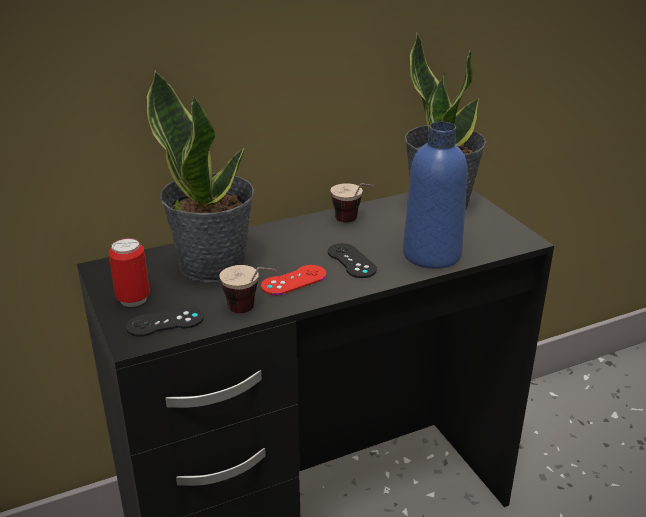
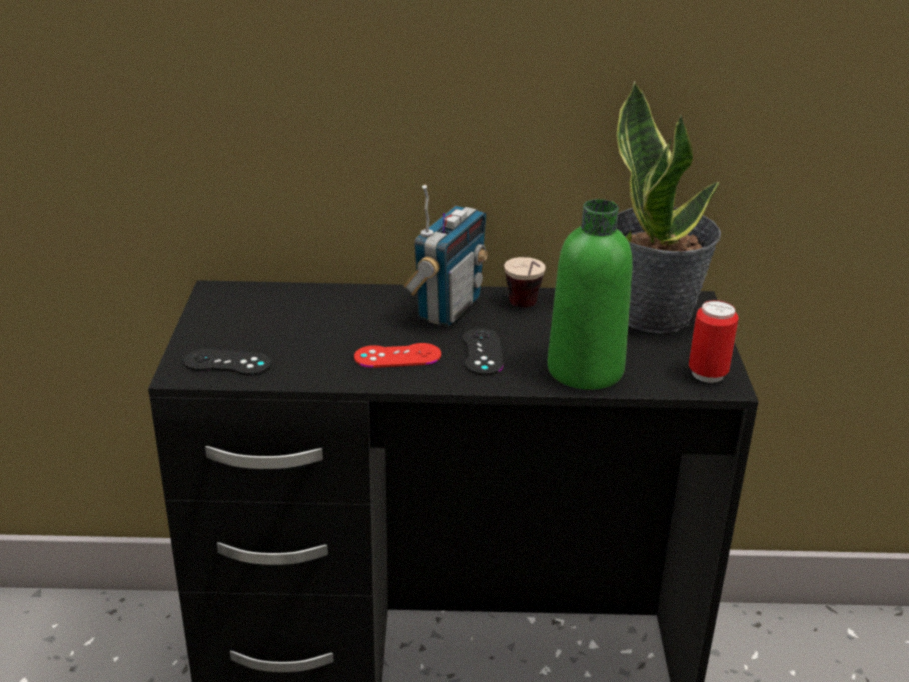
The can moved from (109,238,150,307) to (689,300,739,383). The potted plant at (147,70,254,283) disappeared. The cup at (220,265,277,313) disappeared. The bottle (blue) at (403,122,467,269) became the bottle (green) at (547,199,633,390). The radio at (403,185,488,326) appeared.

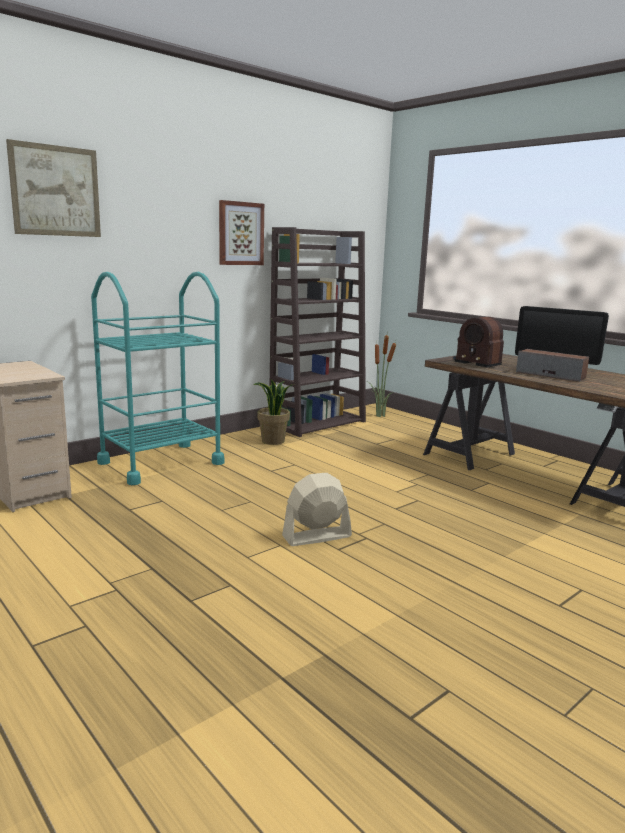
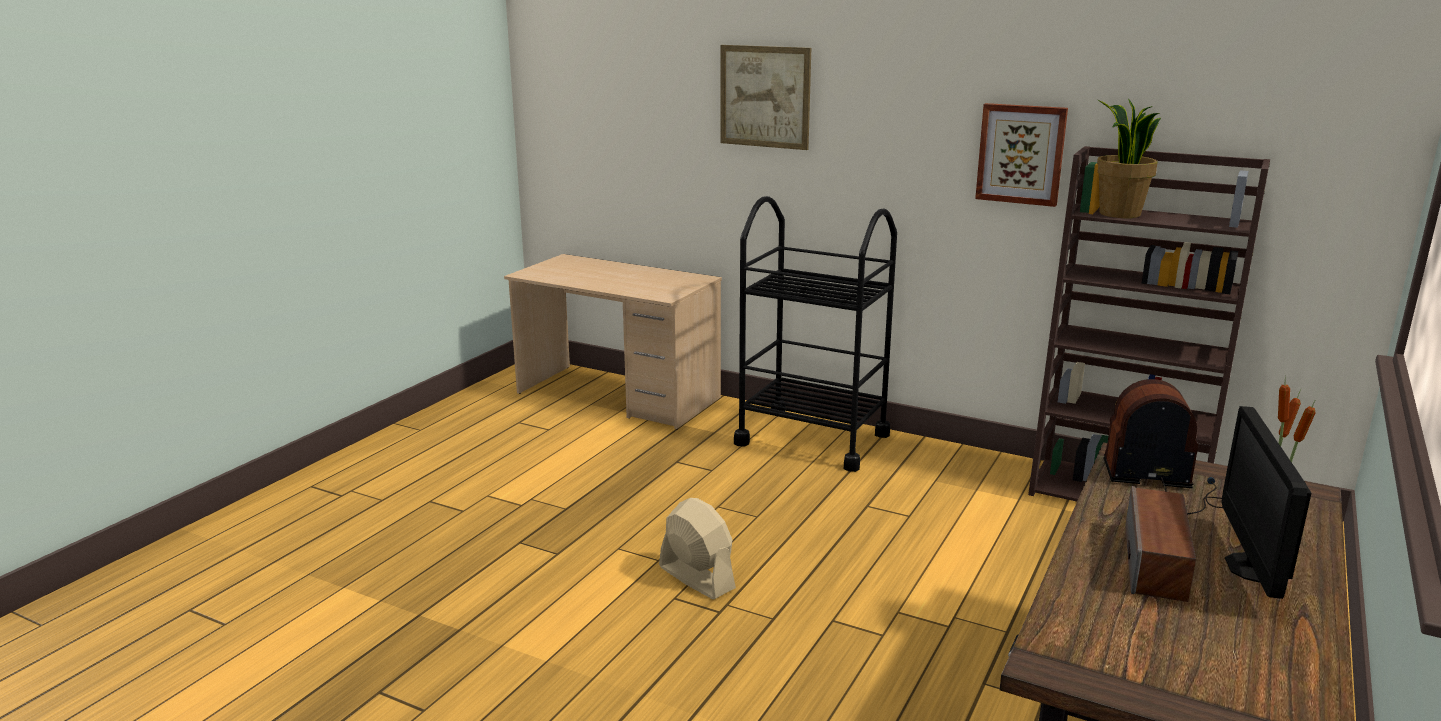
The cart (turquoise) at (91,272,224,485) became the cart (black) at (734,196,897,472). The potted plant moved from (253,380,292,445) to (1097,98,1161,218). The radio at (453,317,504,368) turned 75 degrees clockwise.

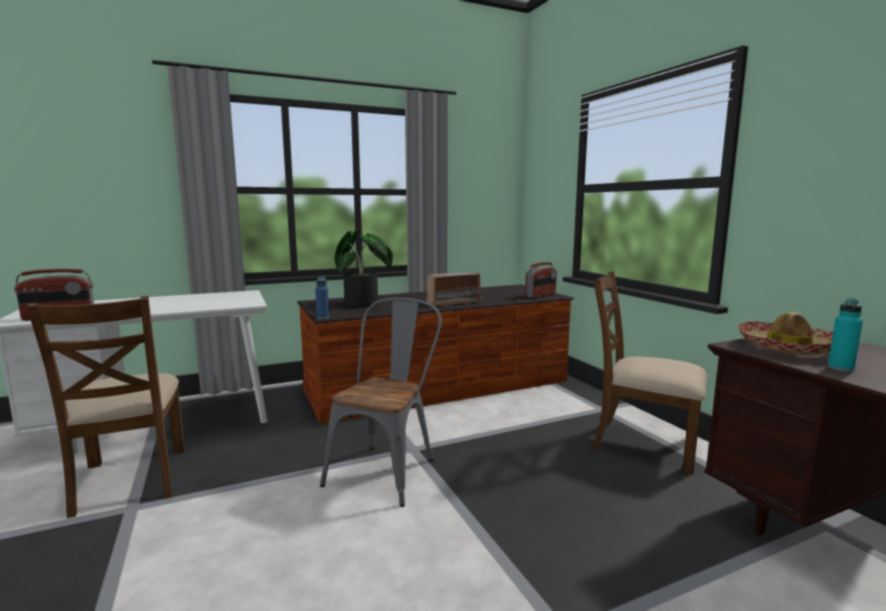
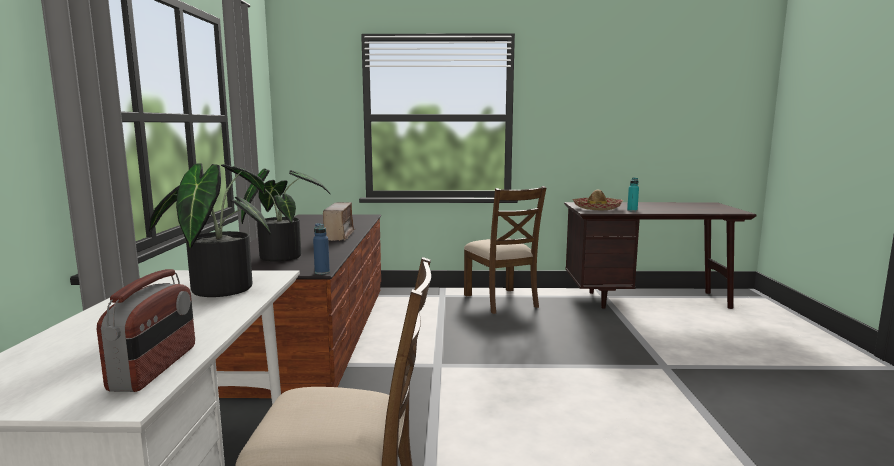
The chair (grey) at (320,298,442,507) disappeared. The radio at (525,262,557,298) disappeared. The chair (brown) at (591,271,707,474) turned 75 degrees counterclockwise. The potted plant at (149,163,271,297) appeared.

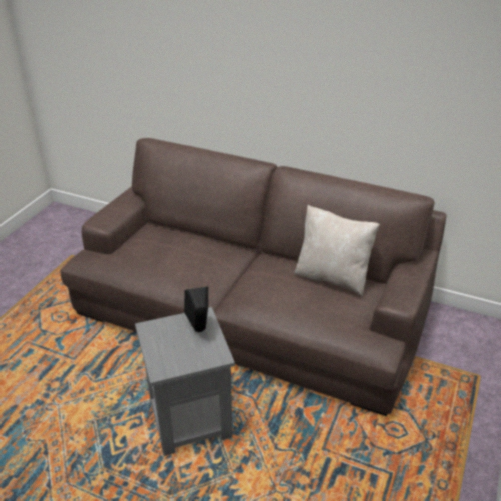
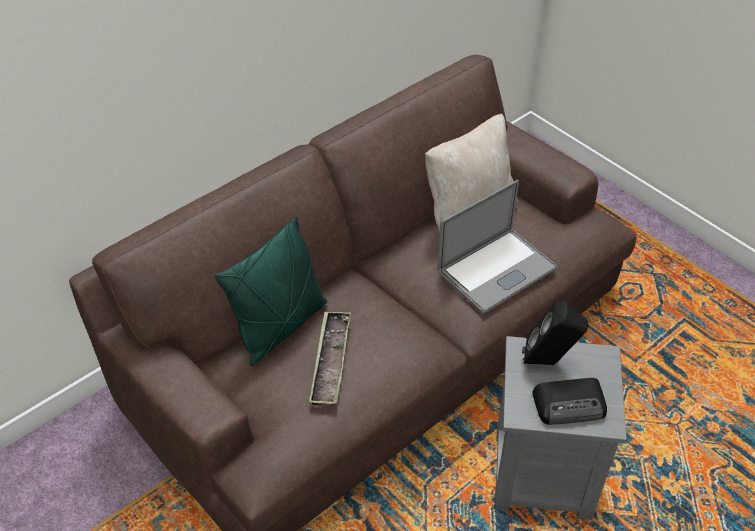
The pillow (green) at (215,216,327,366) appeared. The tray at (309,312,351,406) appeared. The laptop at (437,180,557,314) appeared. The radio at (532,378,607,425) appeared.

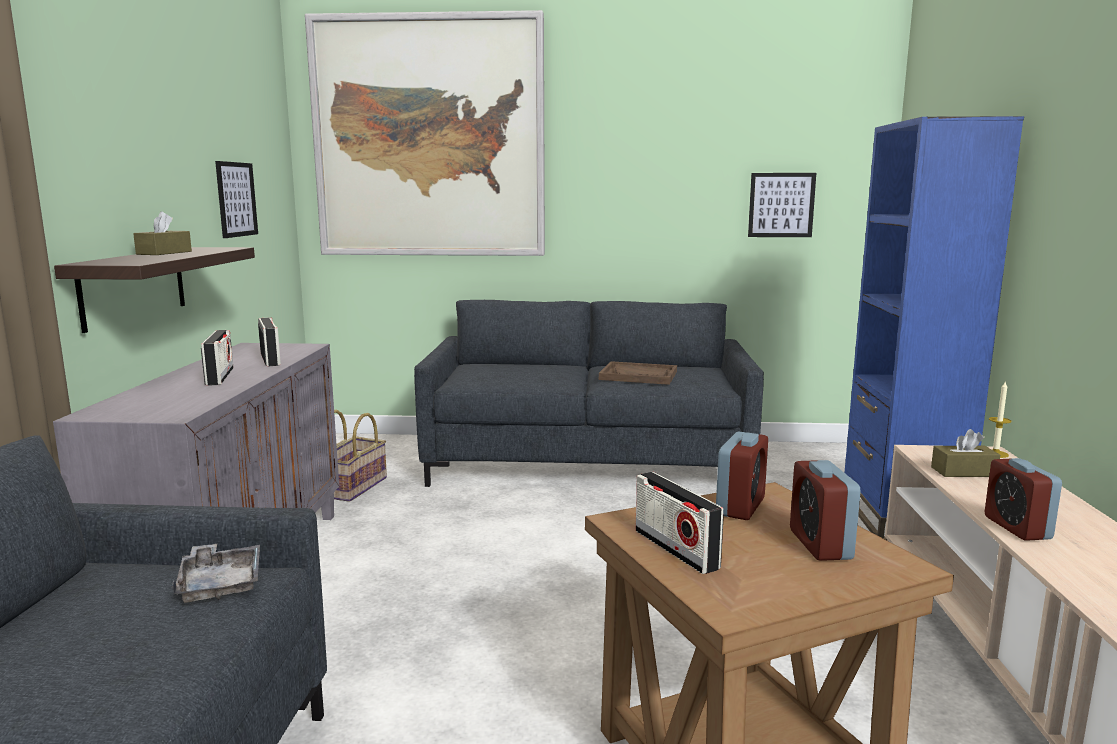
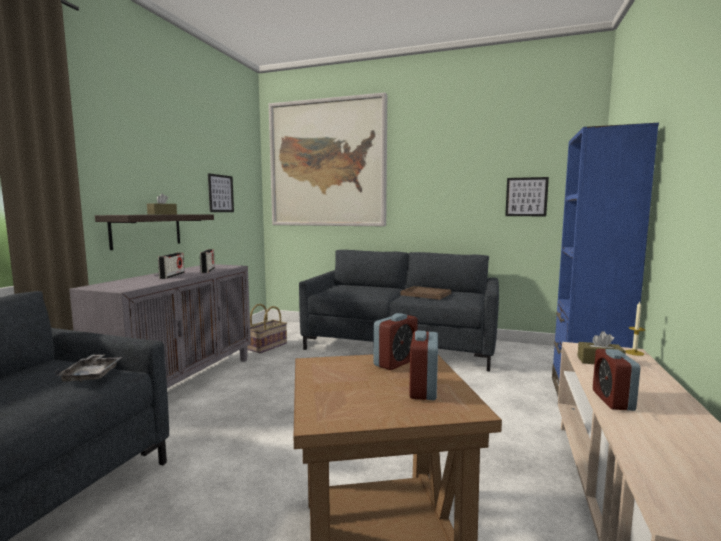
The radio at (635,472,724,574) disappeared.

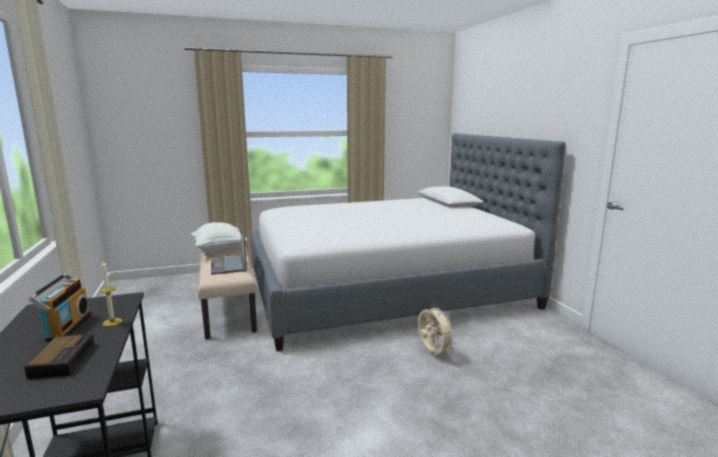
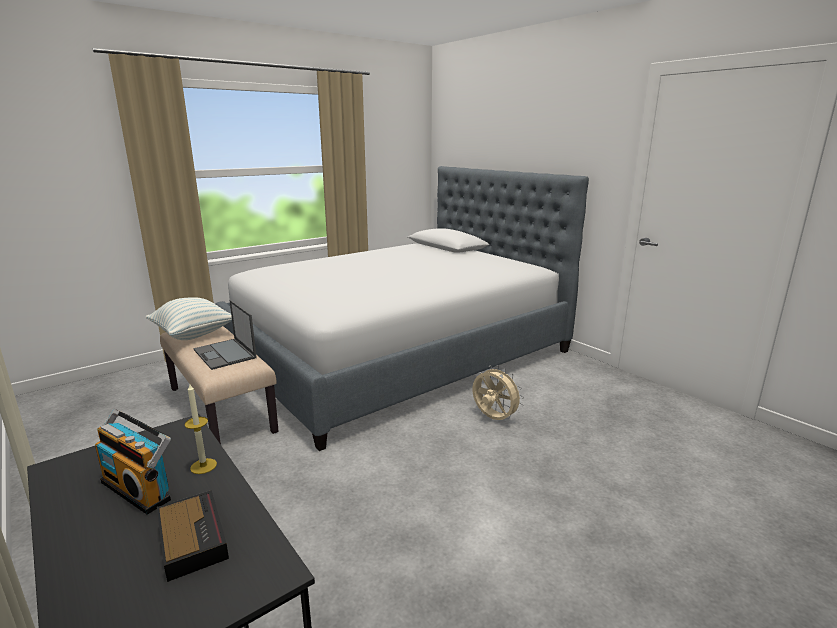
The radio at (28,273,91,342) turned 150 degrees clockwise.

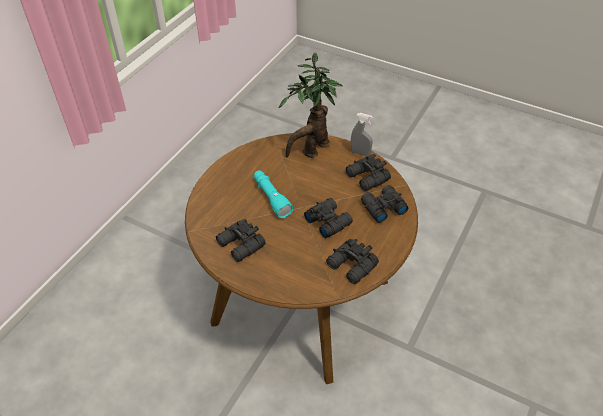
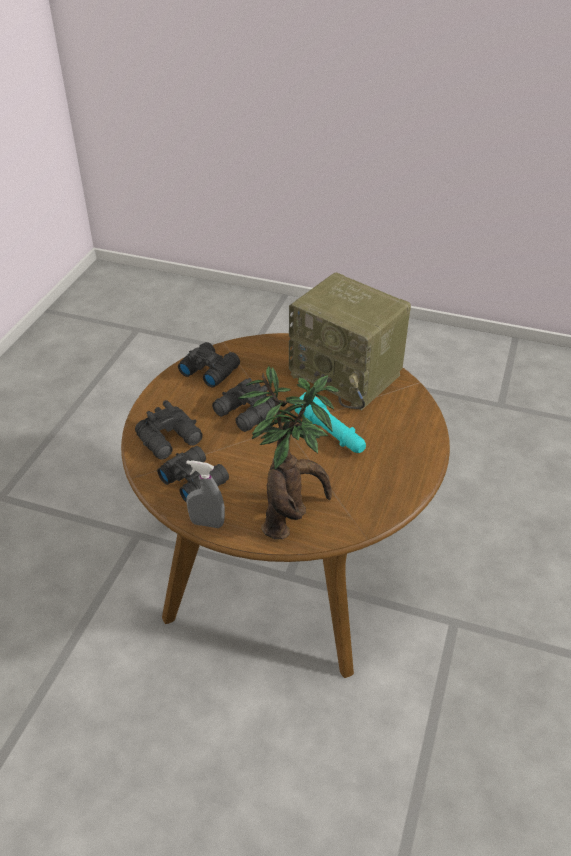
The binoculars (black) at (216,219,266,262) was replaced by the radio at (289,273,411,410).

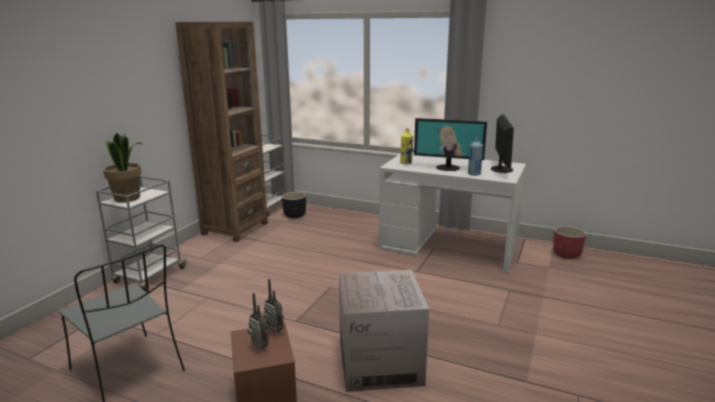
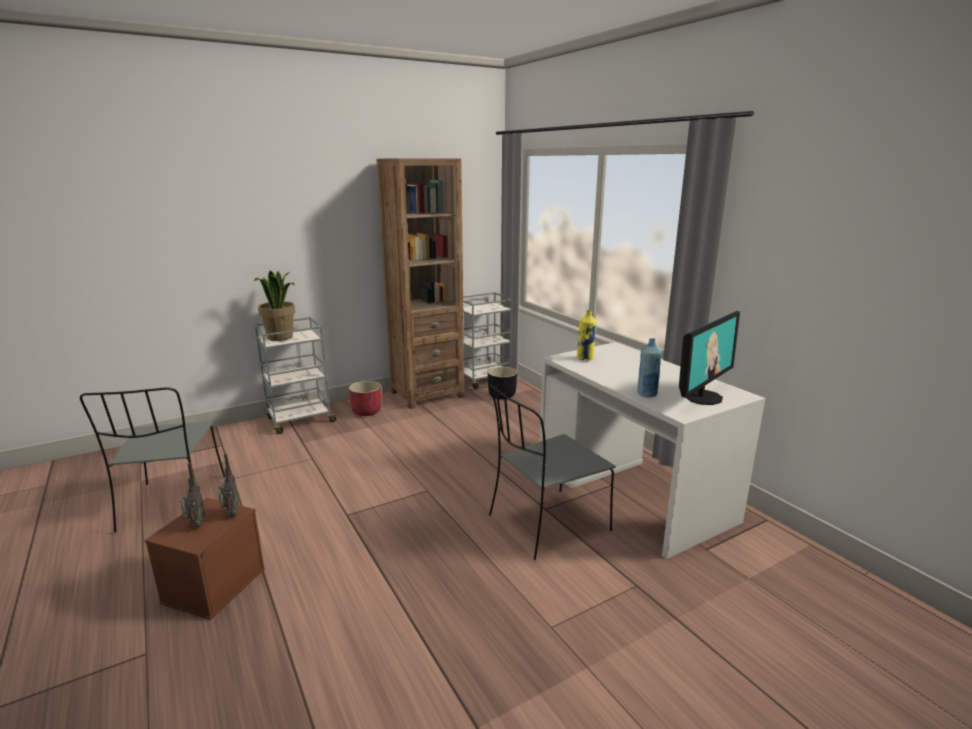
The cardboard box at (339,270,429,392) disappeared. The monitor at (414,118,487,171) disappeared. The planter (red) moved from (553,226,586,259) to (349,381,381,416). The chair (grey) at (489,384,615,560) appeared.

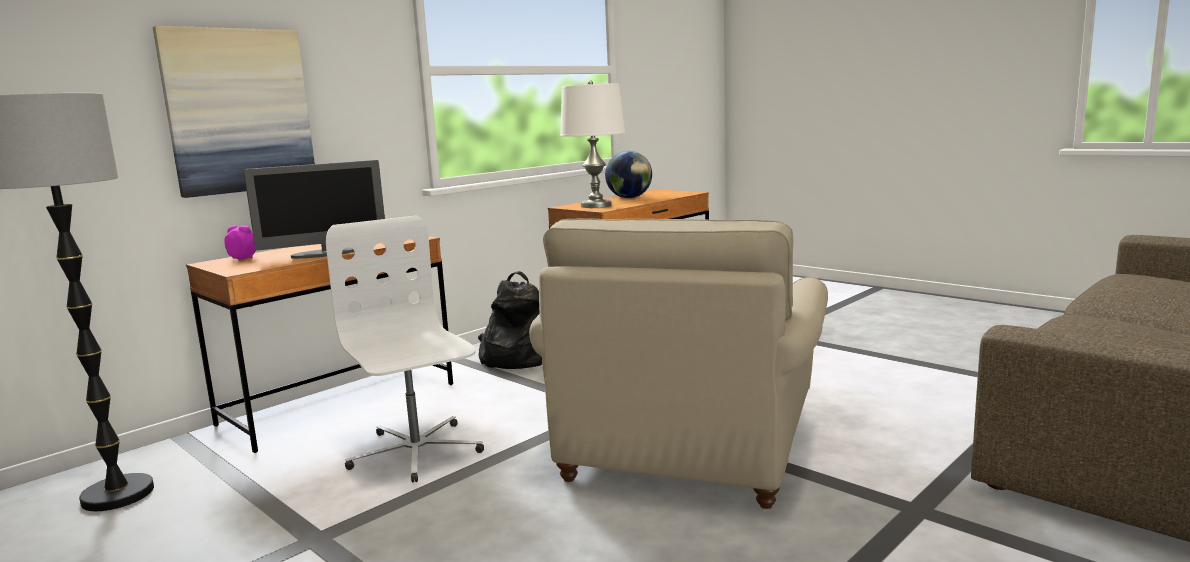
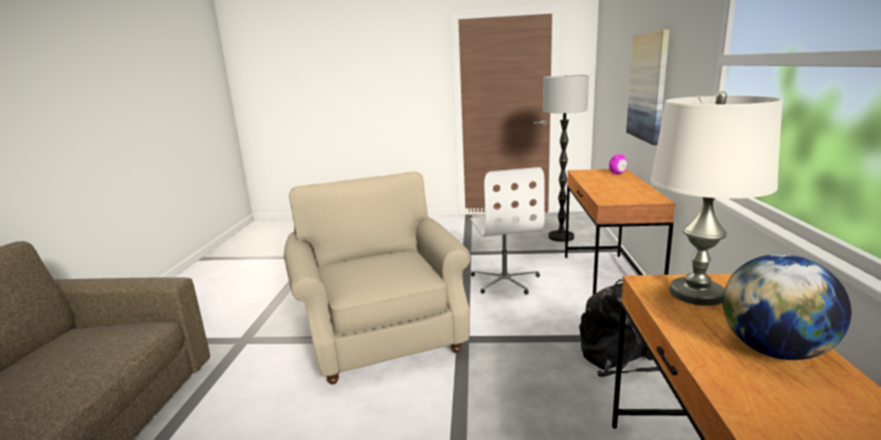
The monitor at (244,160,385,259) disappeared. The office chair (white) at (326,216,484,483) turned 60 degrees clockwise.

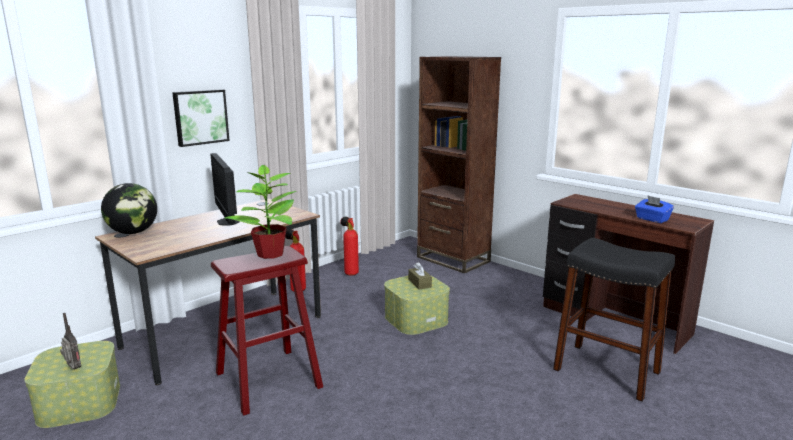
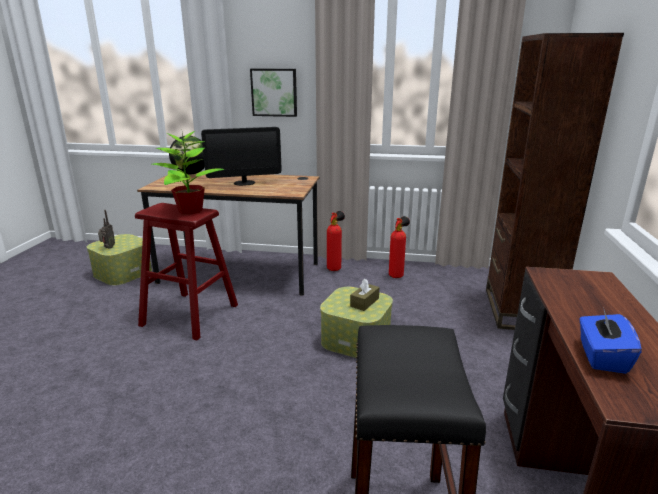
The monitor at (210,153,240,226) turned 135 degrees counterclockwise.

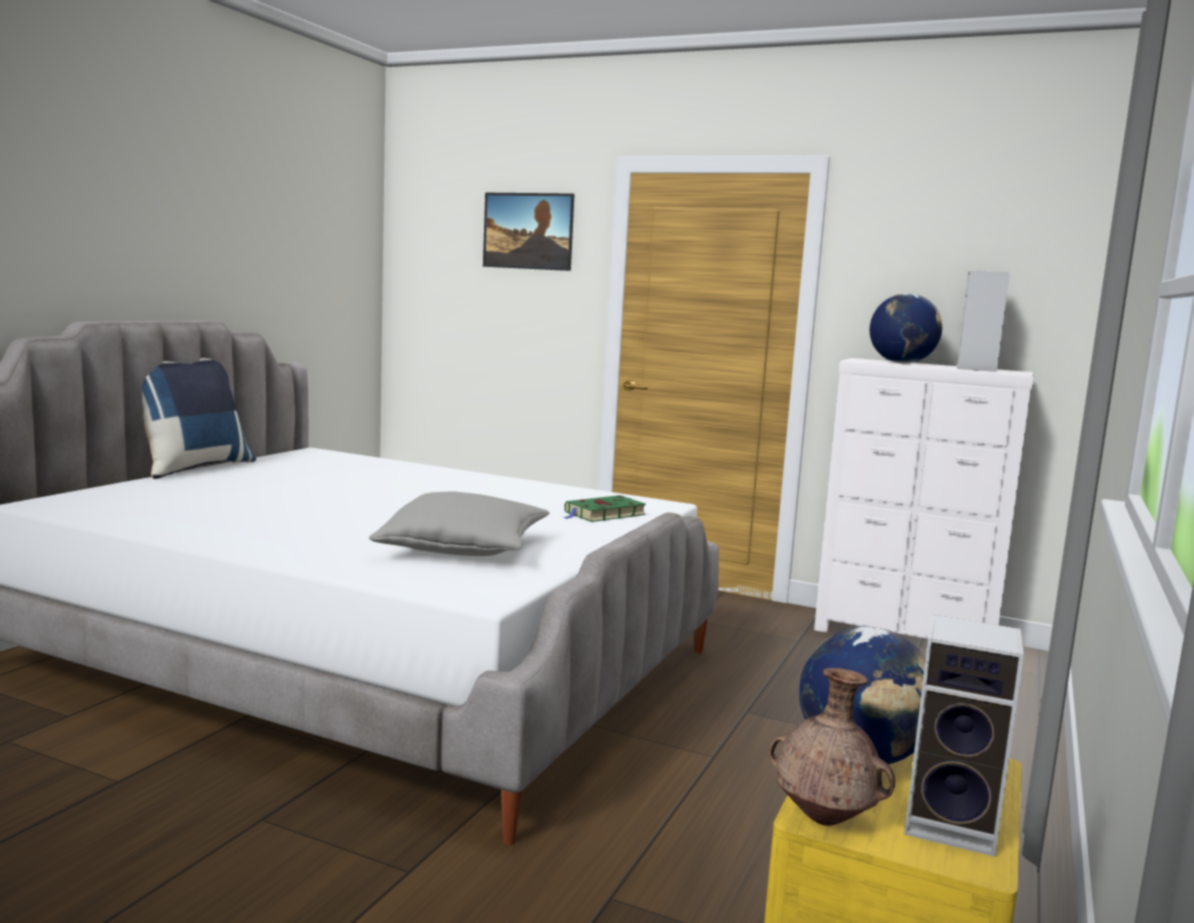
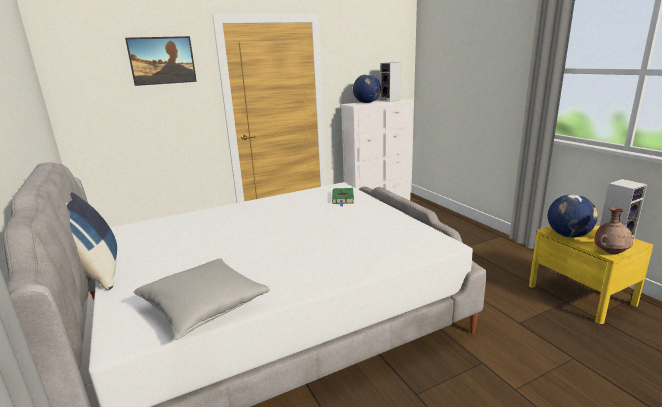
The pillow (grey) moved from (369,491,549,556) to (133,258,270,340).

